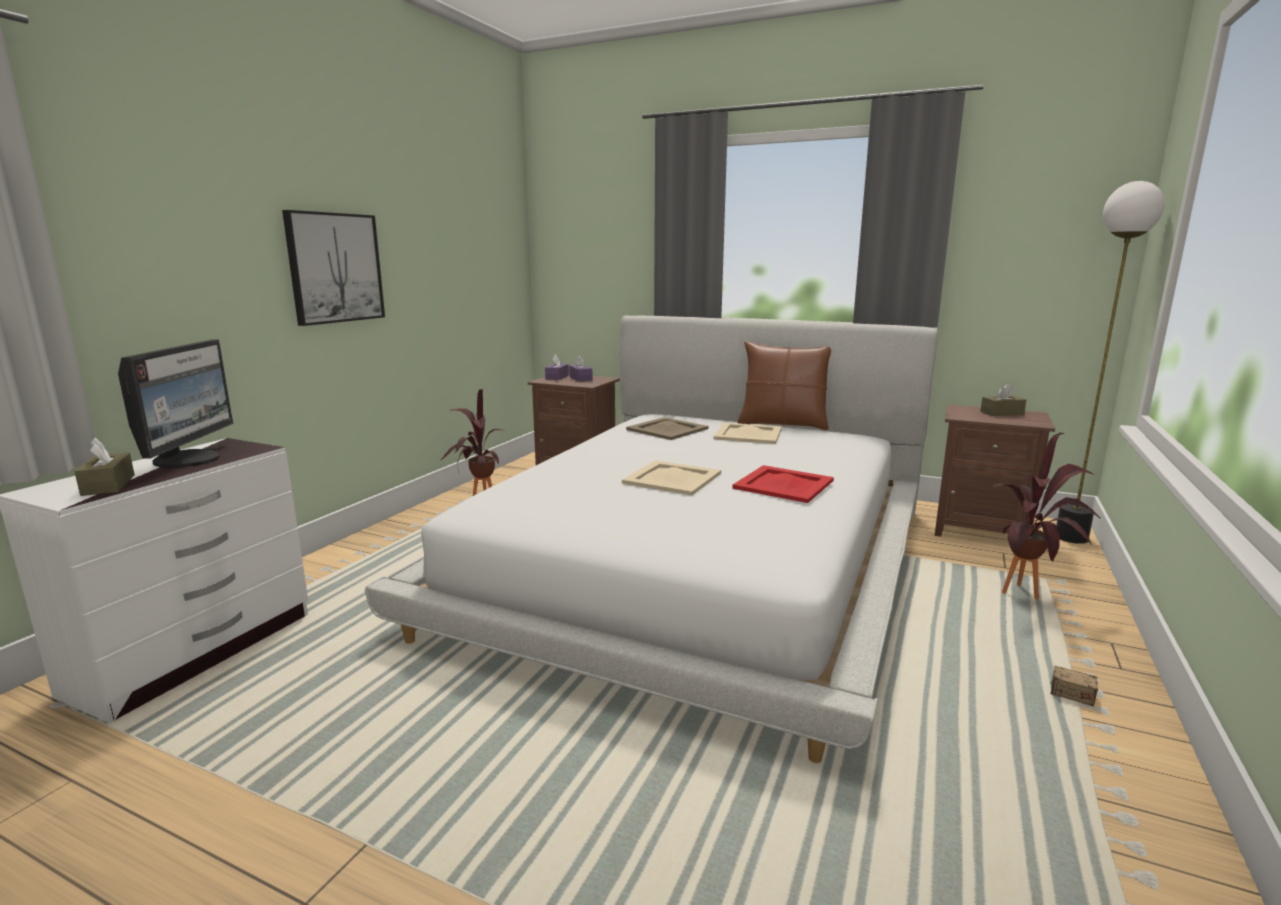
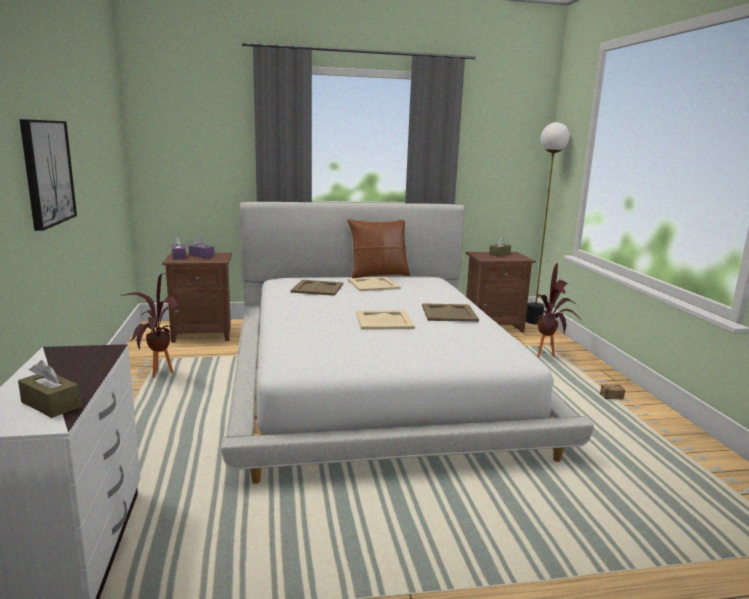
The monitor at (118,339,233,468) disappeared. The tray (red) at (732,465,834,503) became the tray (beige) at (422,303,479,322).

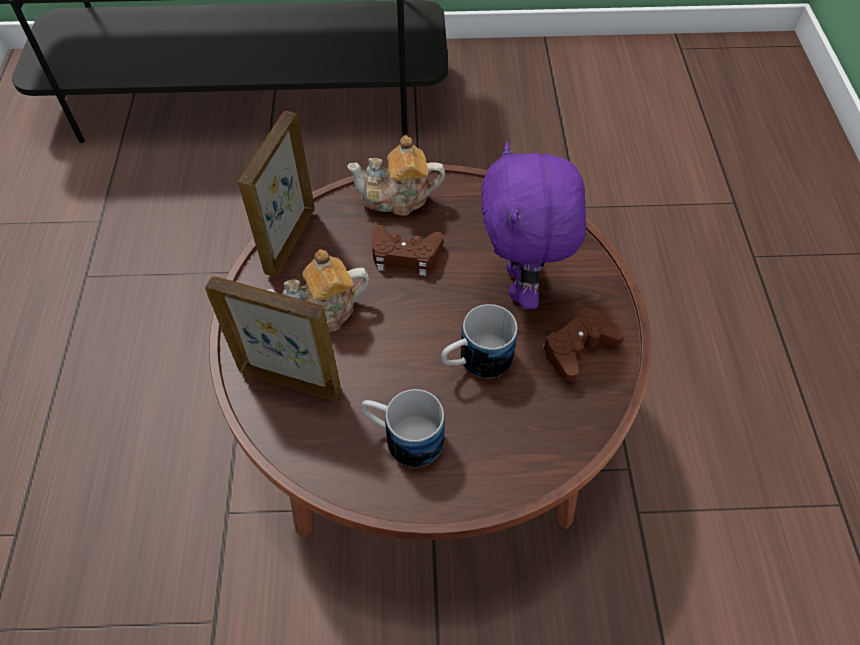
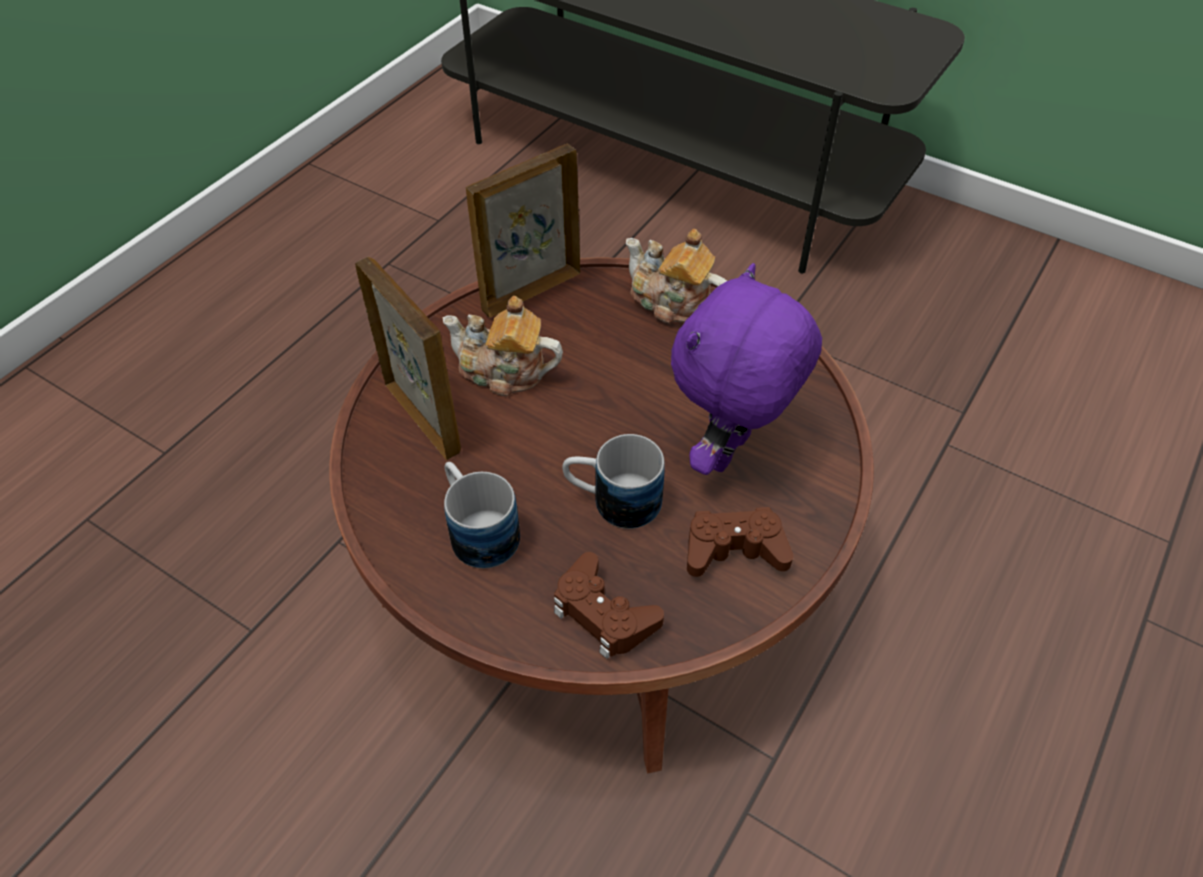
The game controller (brown) moved from (372,225,444,276) to (554,552,664,659).

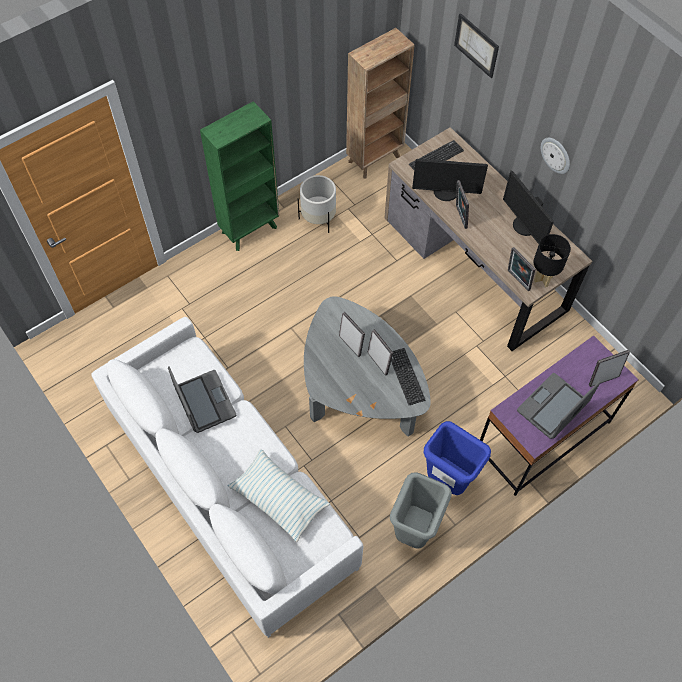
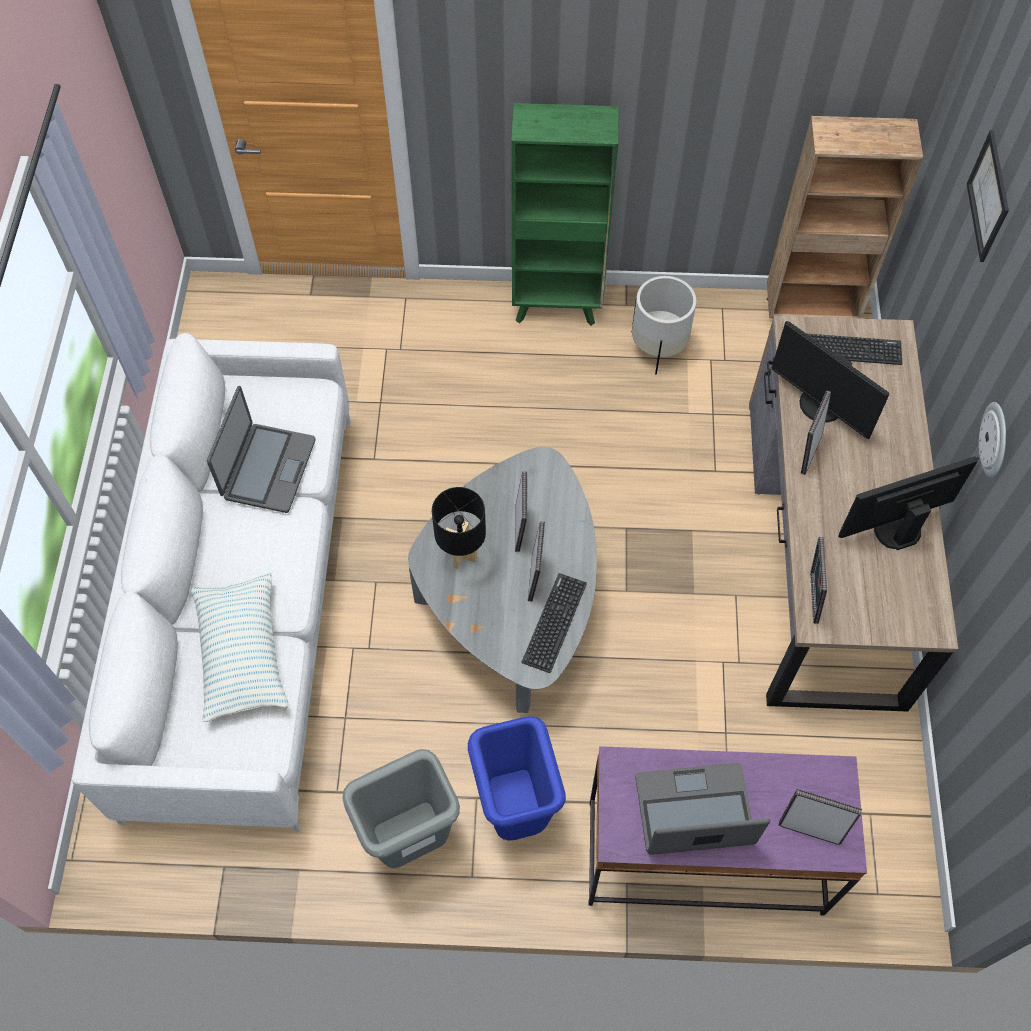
The monitor at (503,170,554,244) turned 60 degrees clockwise. The table lamp (black) moved from (534,234,571,287) to (432,487,486,569).

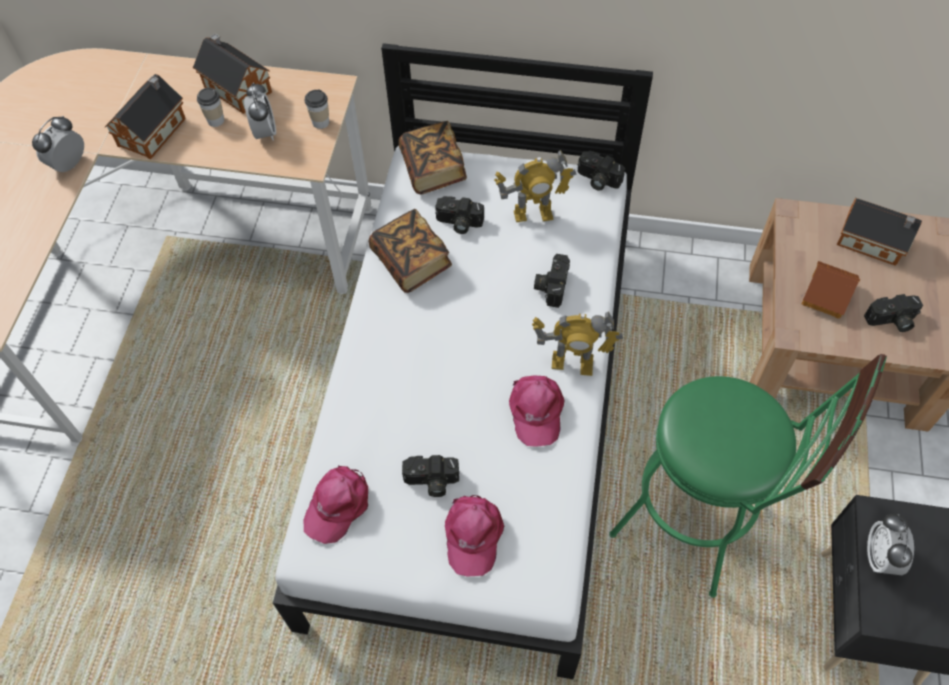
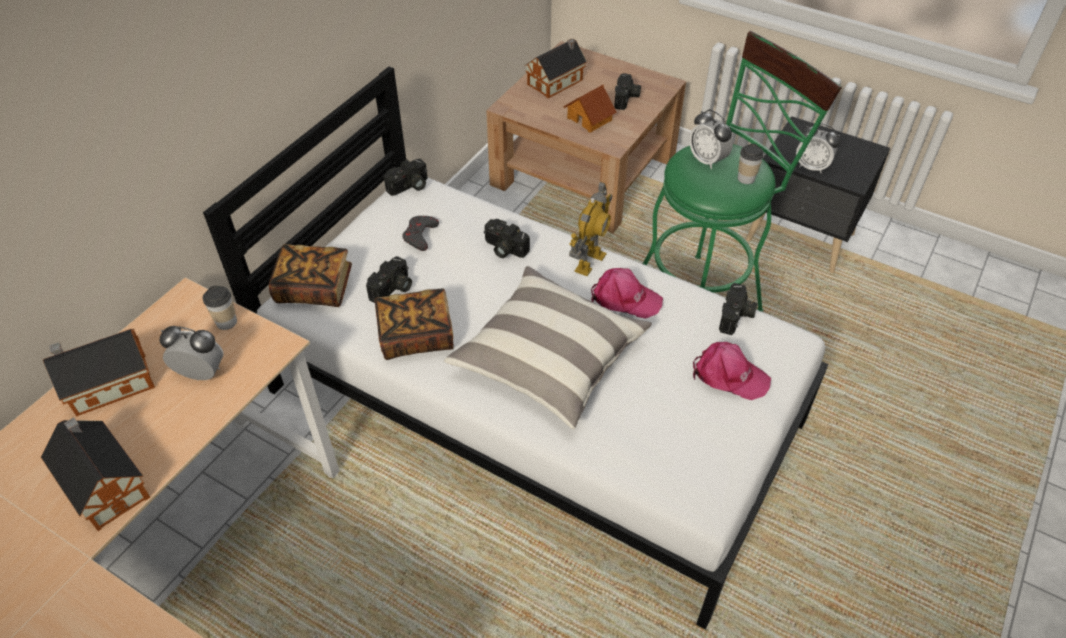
The alarm clock moved from (32,116,84,172) to (689,109,733,169). The cup moved from (197,88,224,127) to (738,144,764,184). The cap (pink) at (304,466,368,544) disappeared. The photo camera moved from (402,455,459,497) to (719,283,758,335). The toy robot at (494,150,577,222) was replaced by the game controller (grey) at (402,216,439,251). The pillow at (444,266,652,429) appeared.

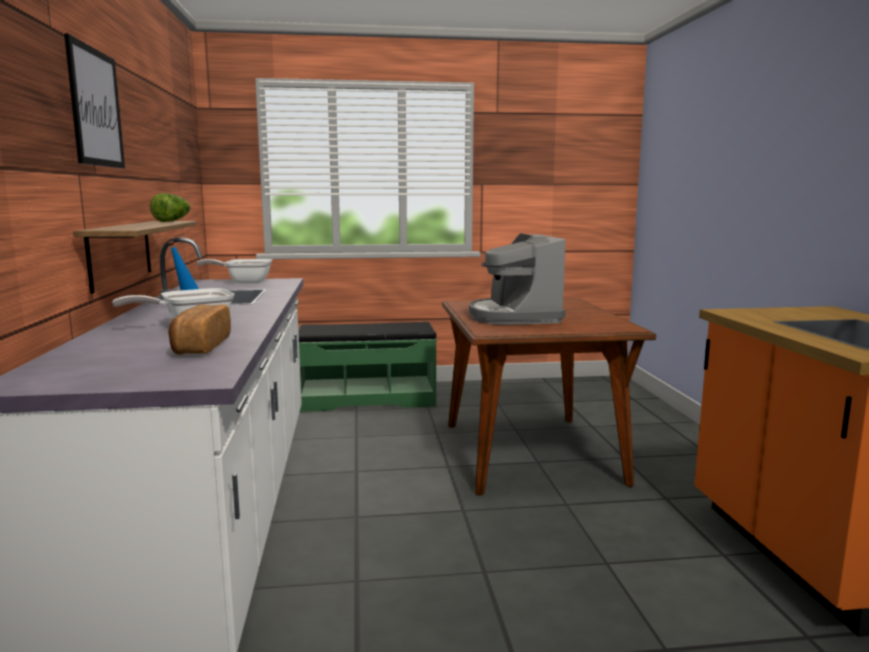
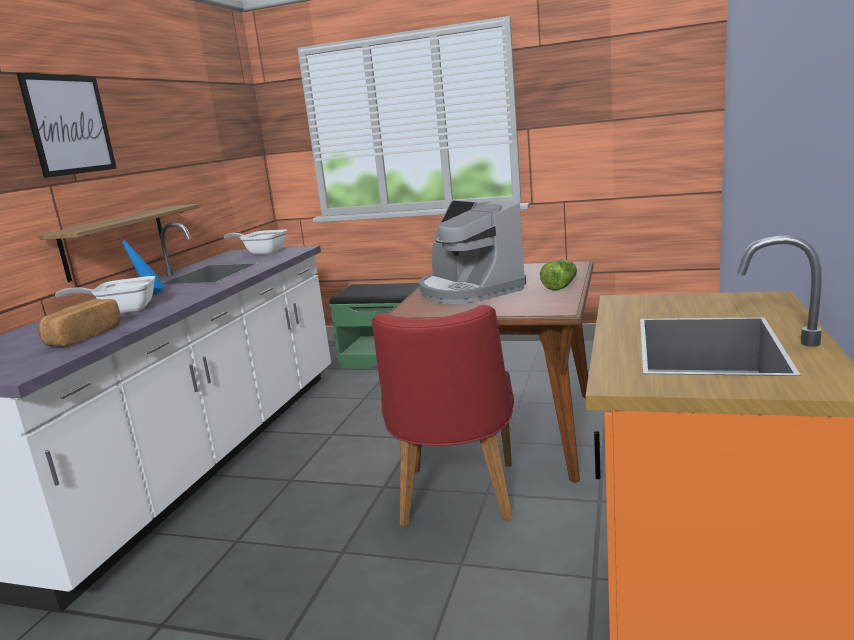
The lettuce moved from (150,193,191,222) to (540,260,577,290). The coffee machine at (469,233,566,325) turned 45 degrees counterclockwise. The chair (red) at (372,305,514,527) appeared.

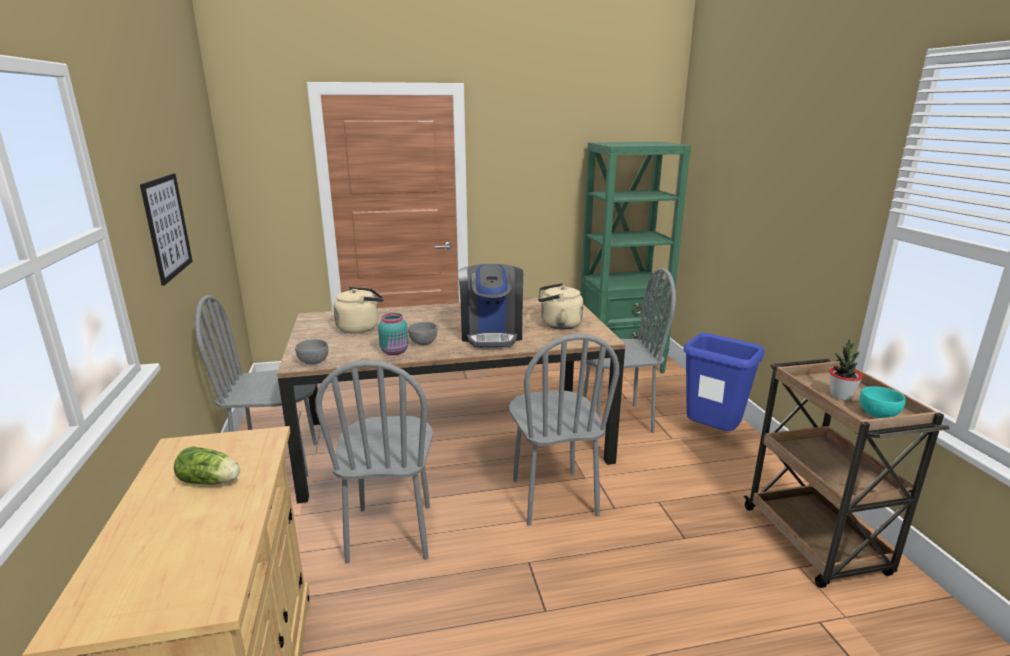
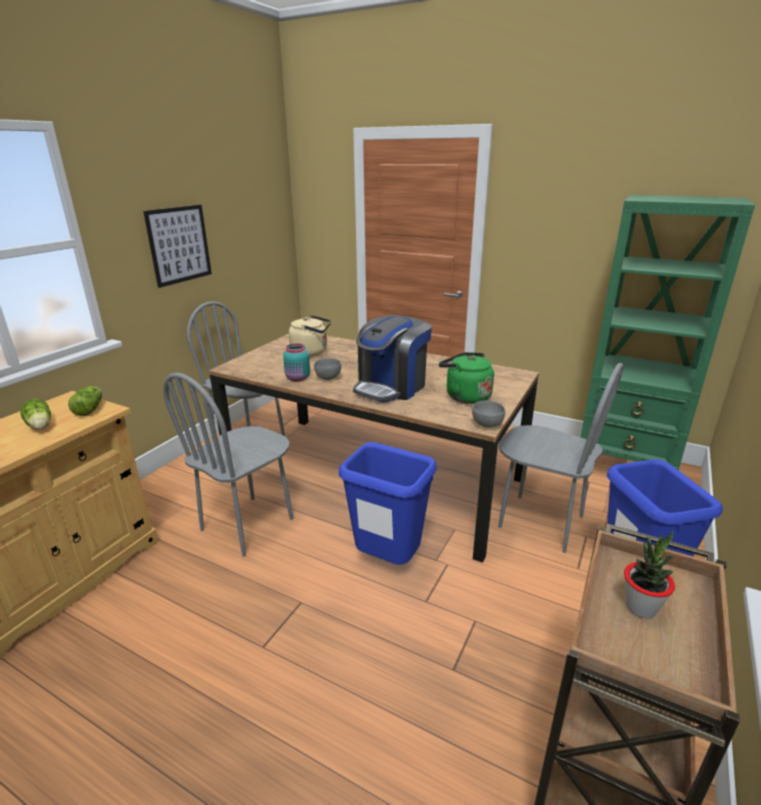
The bowl (grey) moved from (295,339,328,365) to (472,400,505,428). The chair (grey) at (509,334,619,526) was replaced by the trash can (blue) at (339,442,437,565). The kettle (beige) at (538,283,583,329) became the kettle (green) at (439,352,494,404). The bowl (turquoise) at (860,386,906,418) disappeared. The lettuce at (68,386,102,416) appeared.

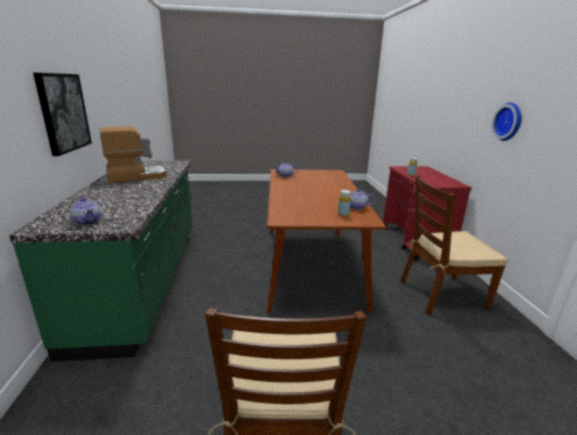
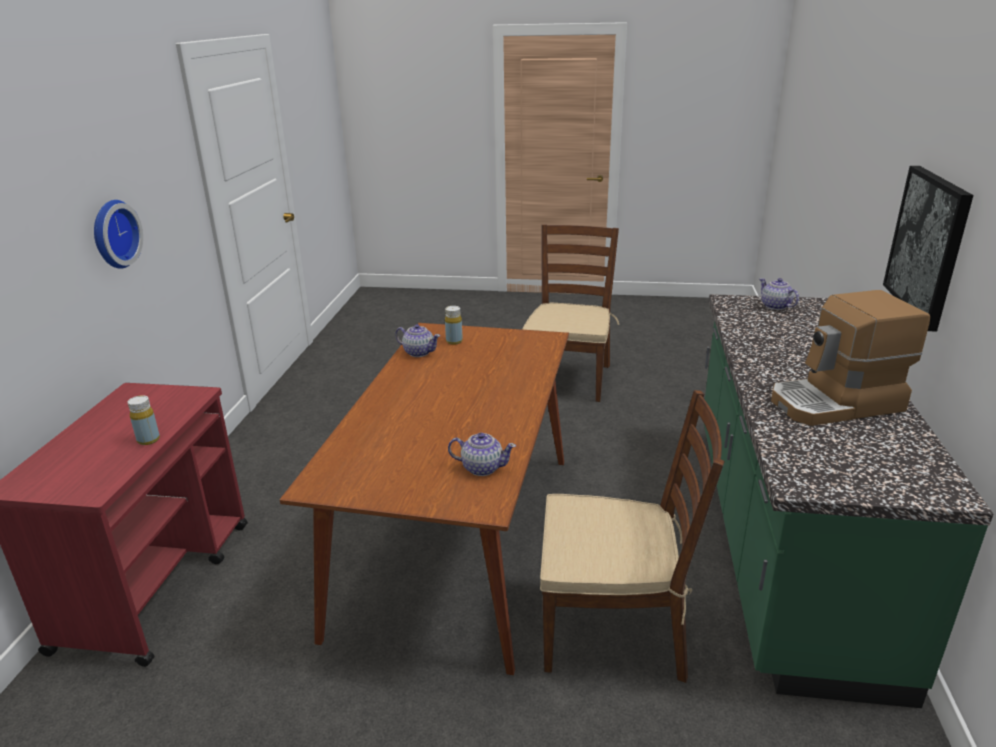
The chair (brown) moved from (401,176,508,315) to (540,390,725,683).

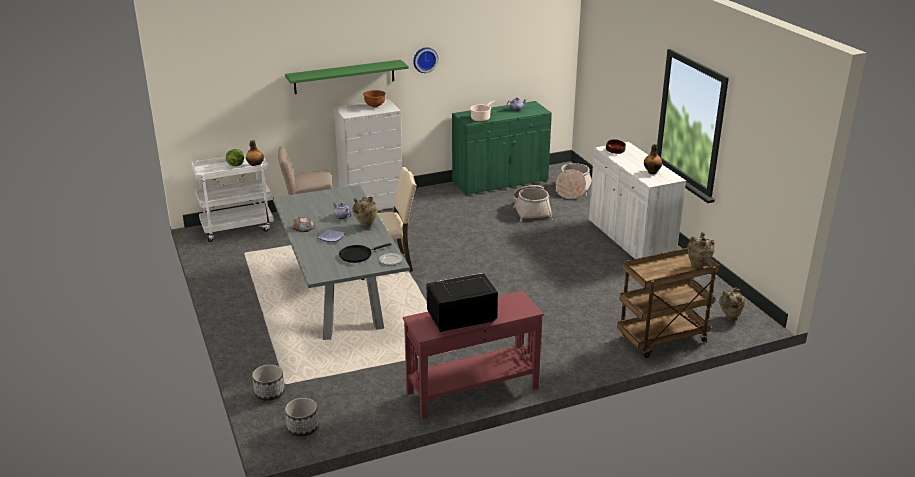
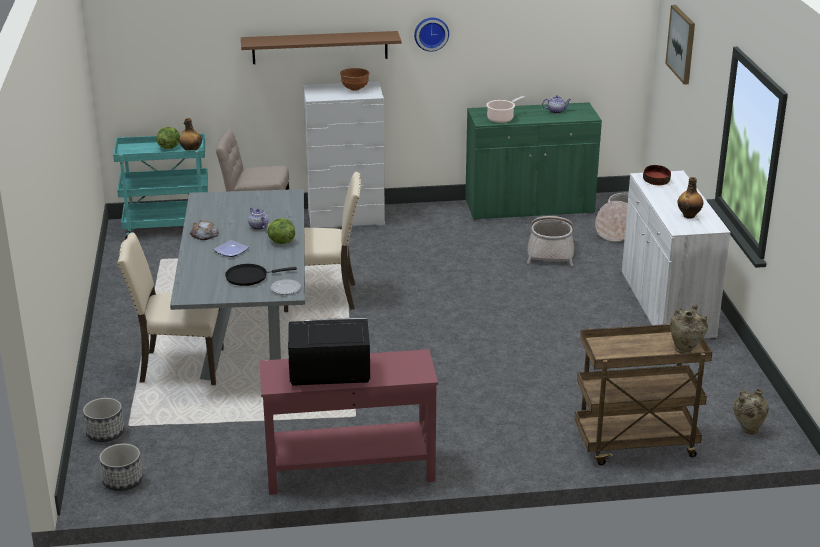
The cart (white) at (191,154,274,242) became the cart (turquoise) at (113,134,208,239). The shelf (green) at (285,60,409,94) became the shelf (brown) at (241,31,401,64). The vase (beige) at (353,196,377,229) was replaced by the lettuce at (267,218,295,244). The chair (beige) at (117,232,224,385) appeared. The picture at (665,5,695,85) appeared.

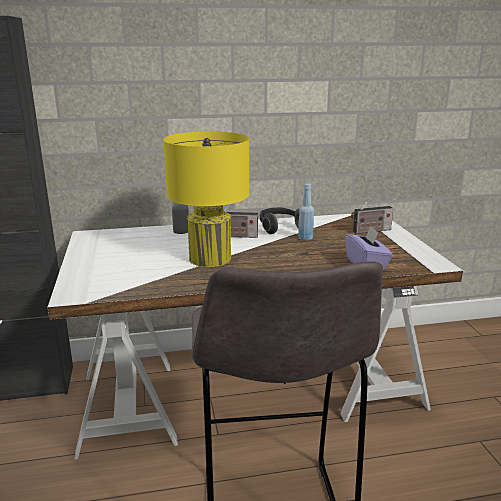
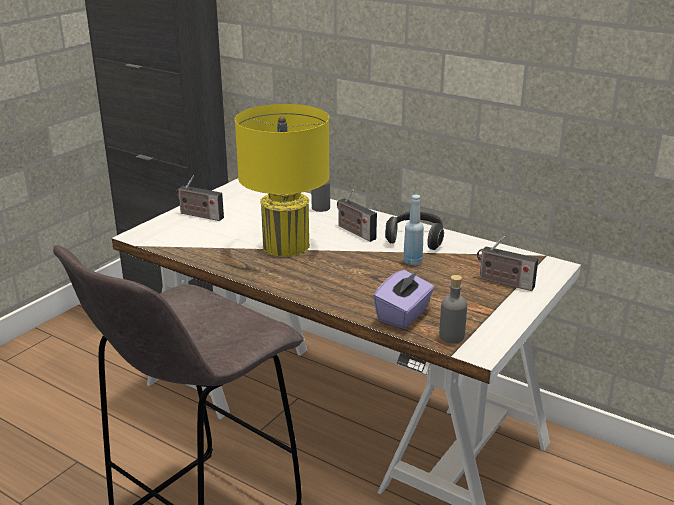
The radio at (176,175,224,221) appeared. The bottle (grey) at (439,275,467,344) appeared.

